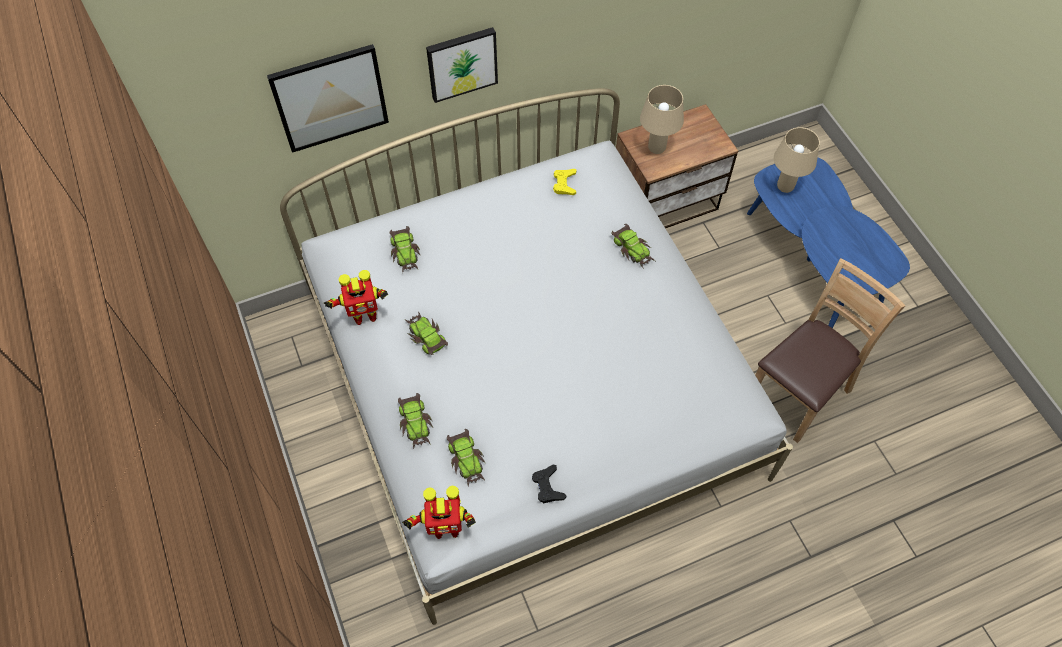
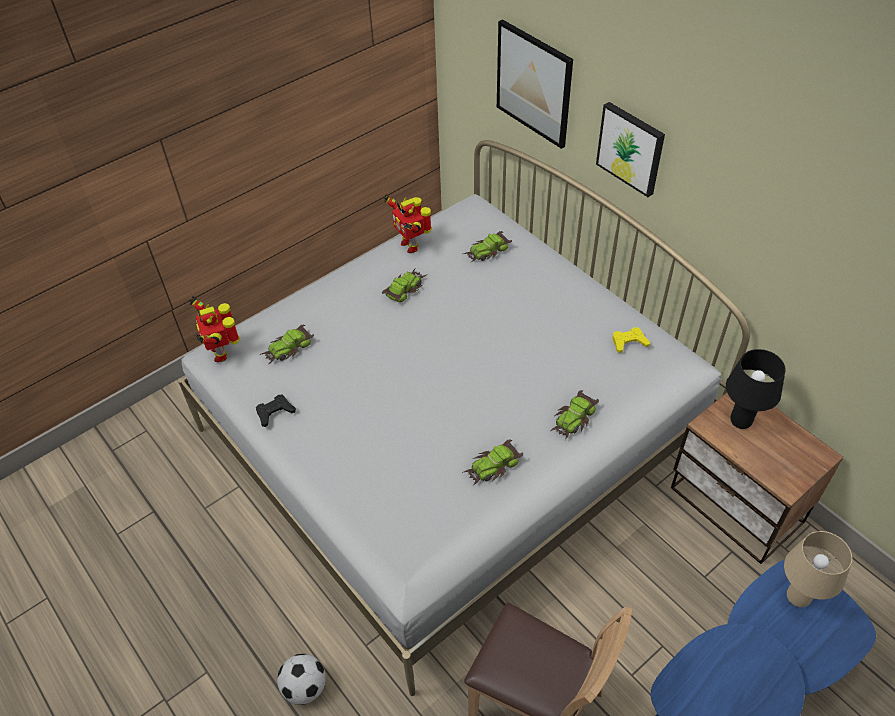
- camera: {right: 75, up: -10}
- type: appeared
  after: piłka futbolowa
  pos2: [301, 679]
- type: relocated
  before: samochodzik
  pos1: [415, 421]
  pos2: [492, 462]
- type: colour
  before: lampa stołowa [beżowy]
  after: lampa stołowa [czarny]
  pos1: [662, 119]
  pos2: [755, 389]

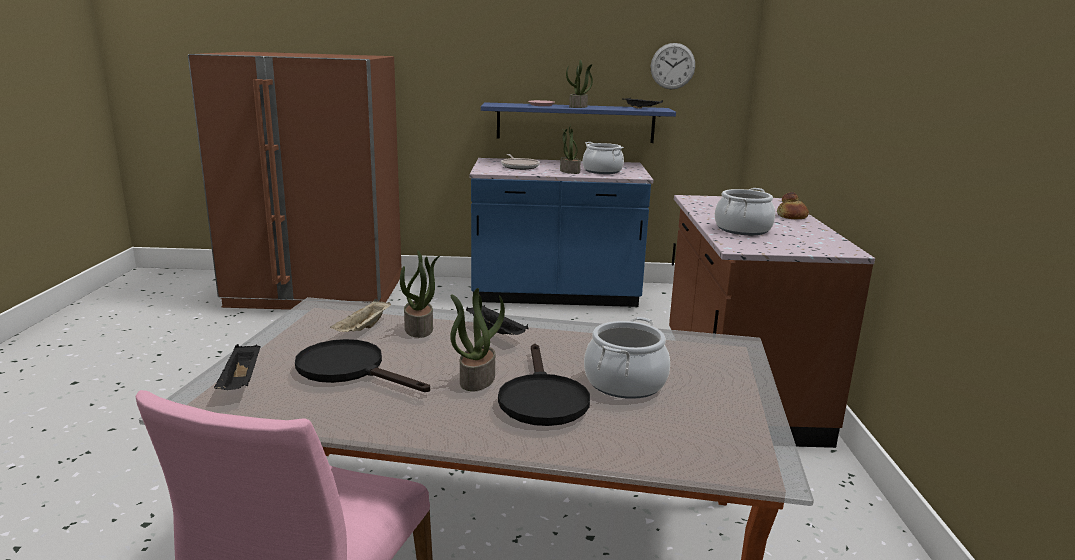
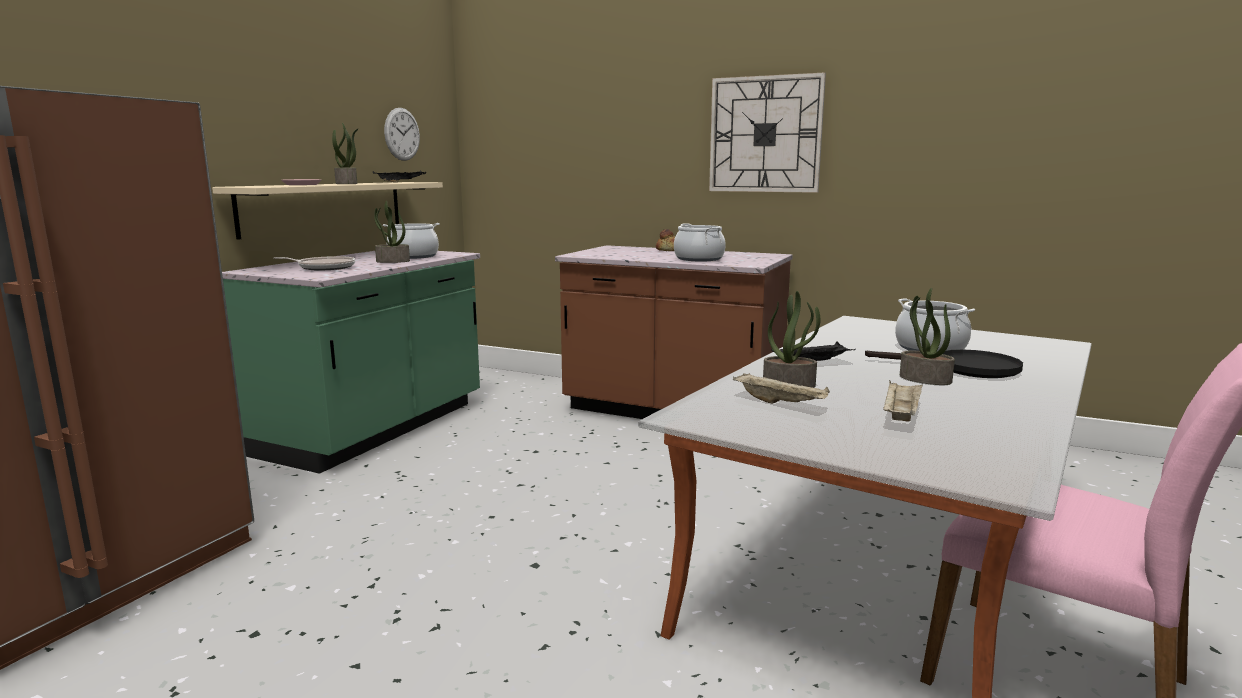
- camera: {right: -65, up: -5}
- type: missing
  before: taca [czarny]
  pos1: [237, 367]
- type: appeared
  after: zegar ścienny
  pos2: [767, 132]
- type: exchanged
  before: patelnia [czarny]
  after: taca [beżowy]
  pos1: [362, 365]
  pos2: [903, 400]
- type: colour
  before: zabudowa kuchenna [niebieski]
  after: zabudowa kuchenna [zielony]
  pos1: [561, 232]
  pos2: [351, 362]
- type: colour
  before: półka [niebieski]
  after: półka [beżowy]
  pos1: [578, 122]
  pos2: [327, 211]

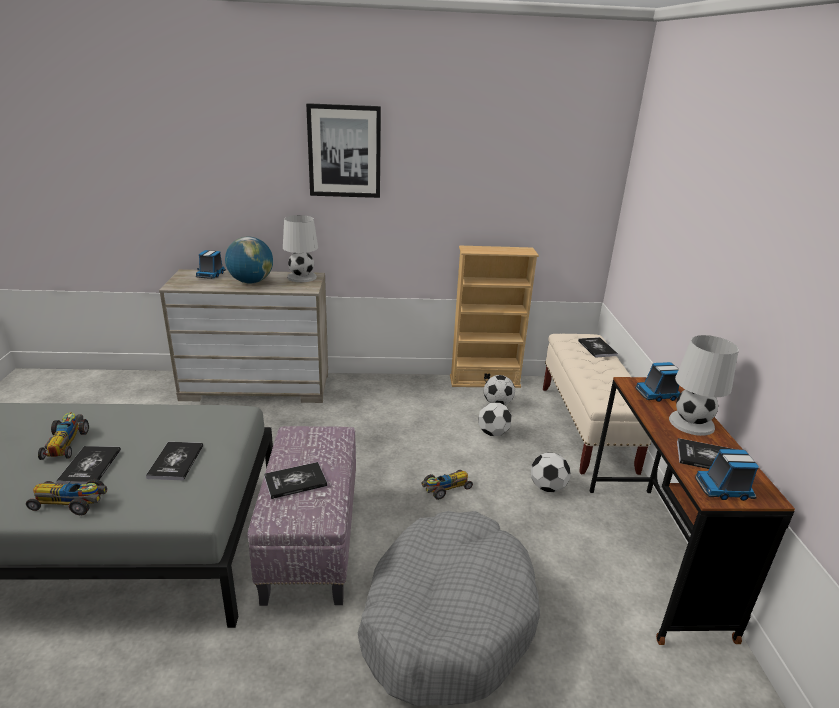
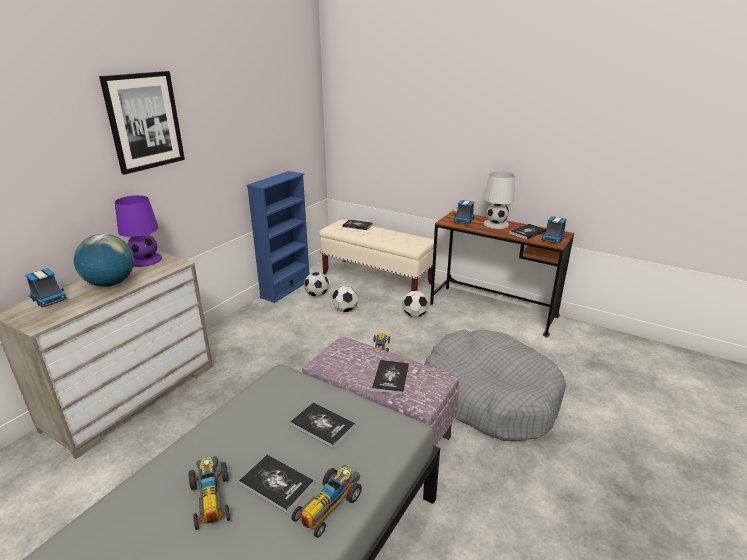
- camera: {right: -55, up: 0}
- type: colour
  before: lampa stołowa [biały]
  after: lampa stołowa [fioletowy]
  pos1: [300, 248]
  pos2: [138, 231]
- type: colour
  before: regał [beżowy]
  after: regał [niebieski]
  pos1: [494, 317]
  pos2: [277, 237]
- type: spun
  before: samochodzik
  pos1: [63, 436]
  pos2: [209, 493]
  turn: 45

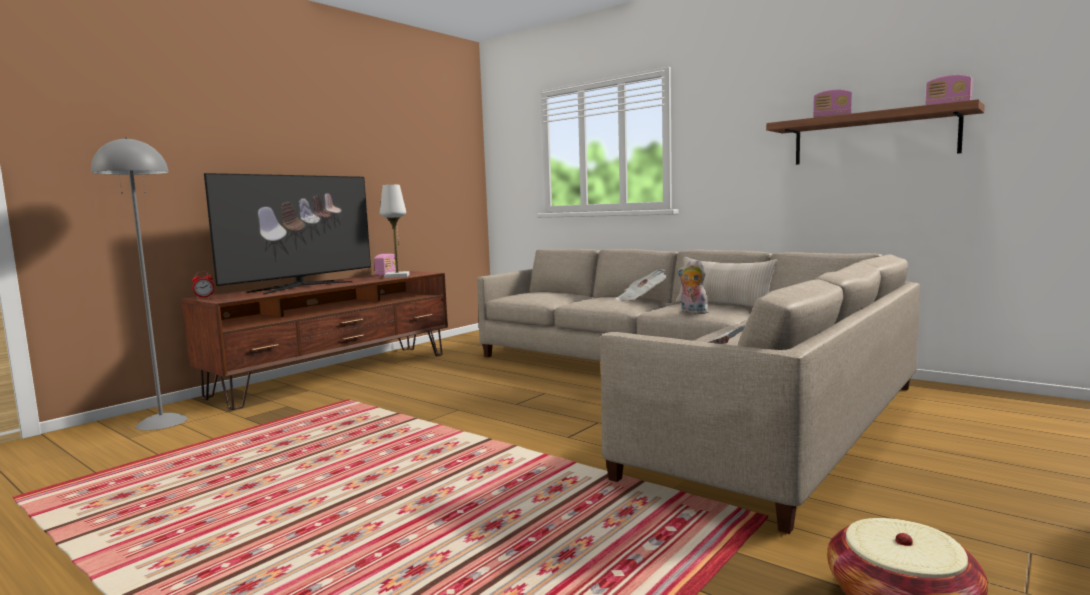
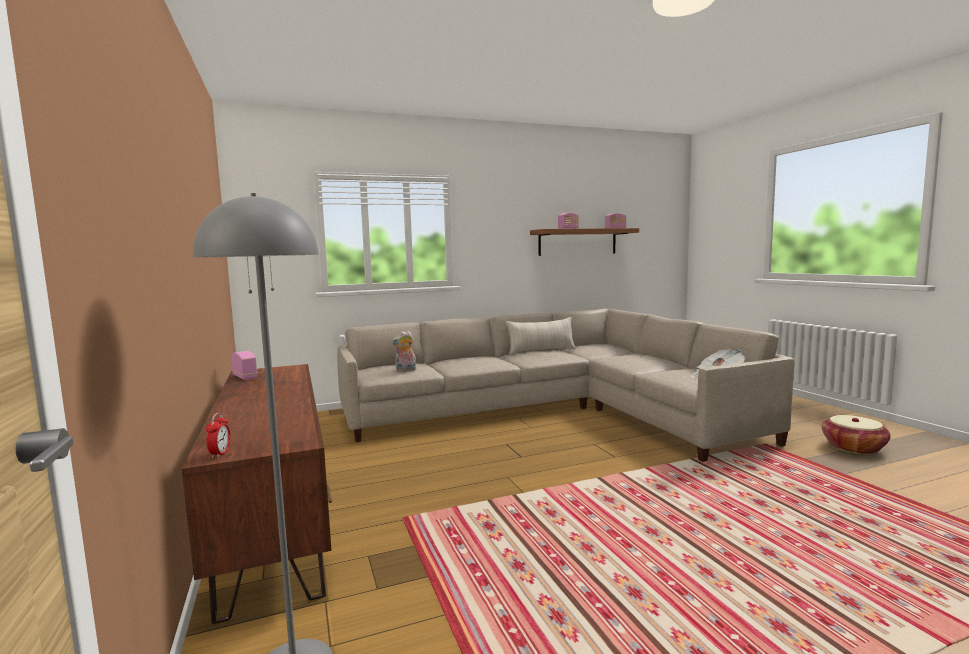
- camera: {right: -60, up: 0}
- type: missing
  before: telewizor
  pos1: [287, 233]
- type: missing
  before: lampa stołowa [biały]
  pos1: [395, 231]
- type: missing
  before: gazeta
  pos1: [641, 285]
- type: relocated
  before: pluszak
  pos1: [693, 287]
  pos2: [403, 351]

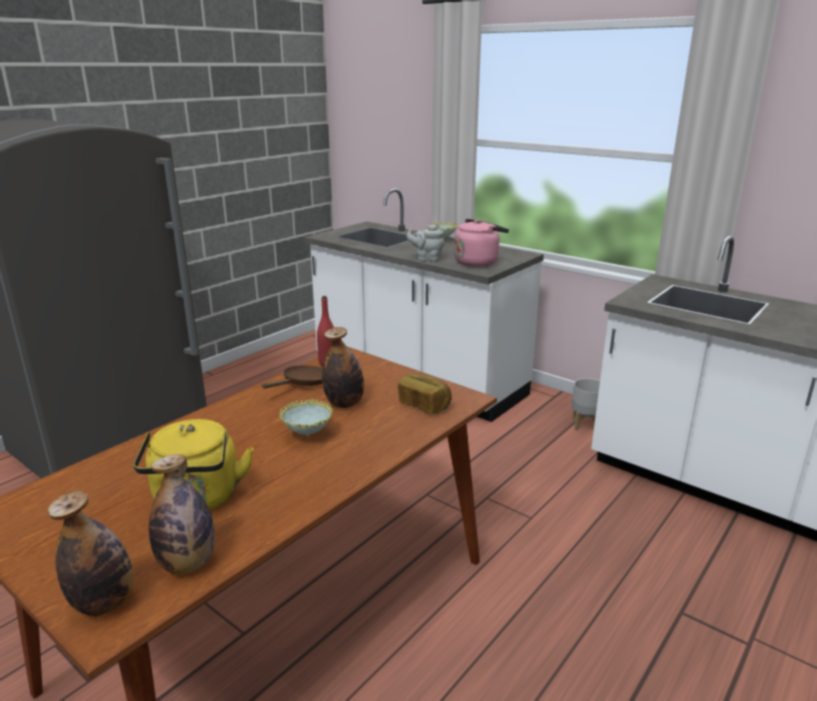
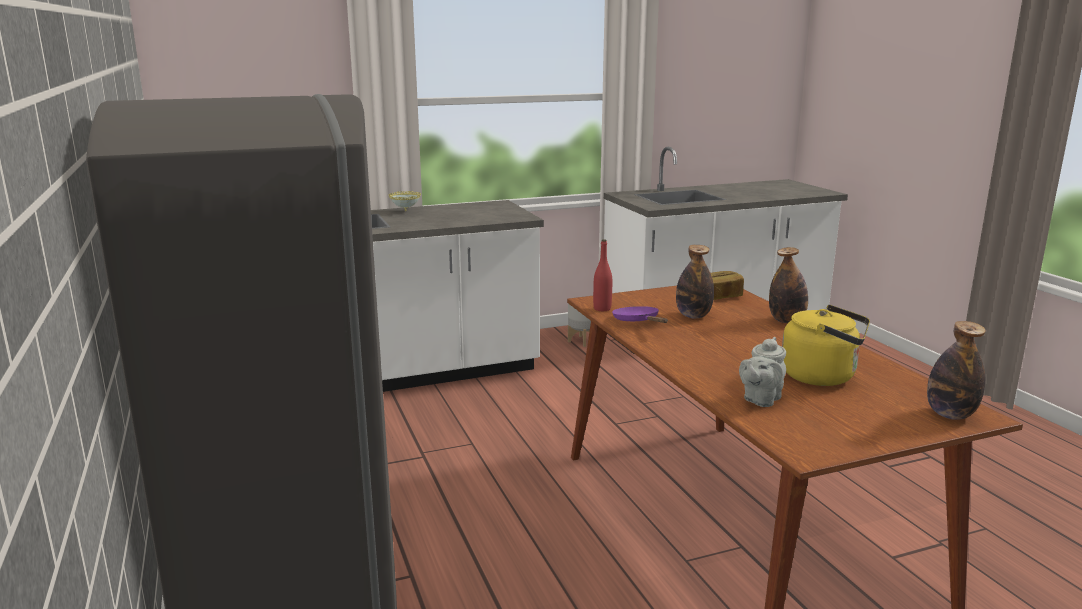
- camera: {right: -60, up: -5}
- type: missing
  before: miska
  pos1: [306, 418]
- type: missing
  before: czajnik [różowy]
  pos1: [481, 243]
- type: relocated
  before: butelka
  pos1: [182, 514]
  pos2: [788, 285]
- type: relocated
  before: imbryk [szary]
  pos1: [425, 242]
  pos2: [762, 372]
- type: colour
  before: patelnia [brązowy]
  after: patelnia [fioletowy]
  pos1: [292, 376]
  pos2: [640, 314]

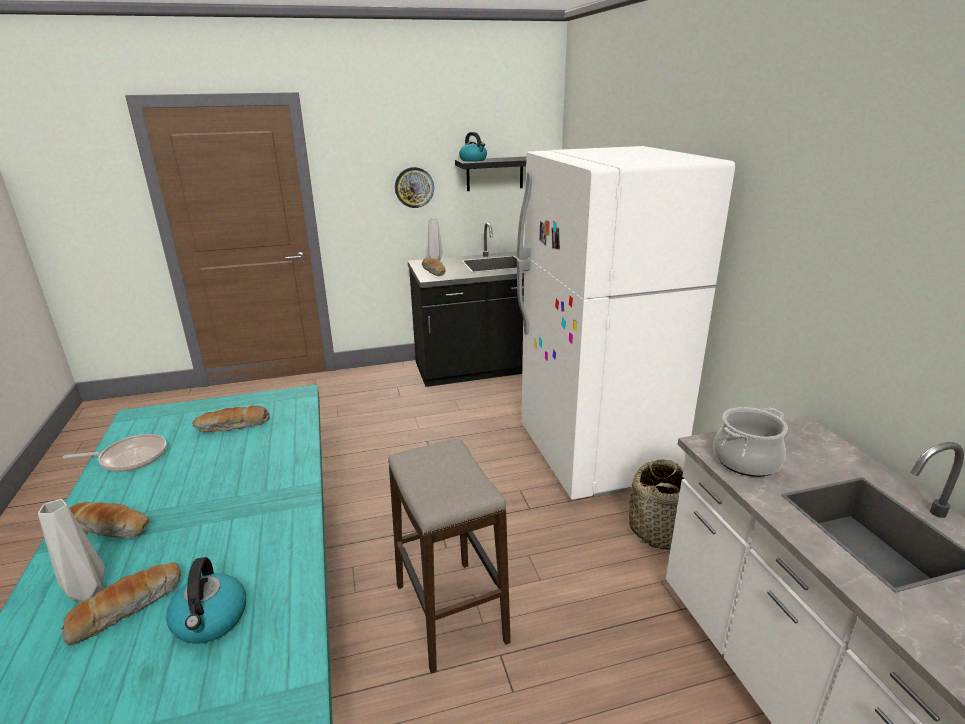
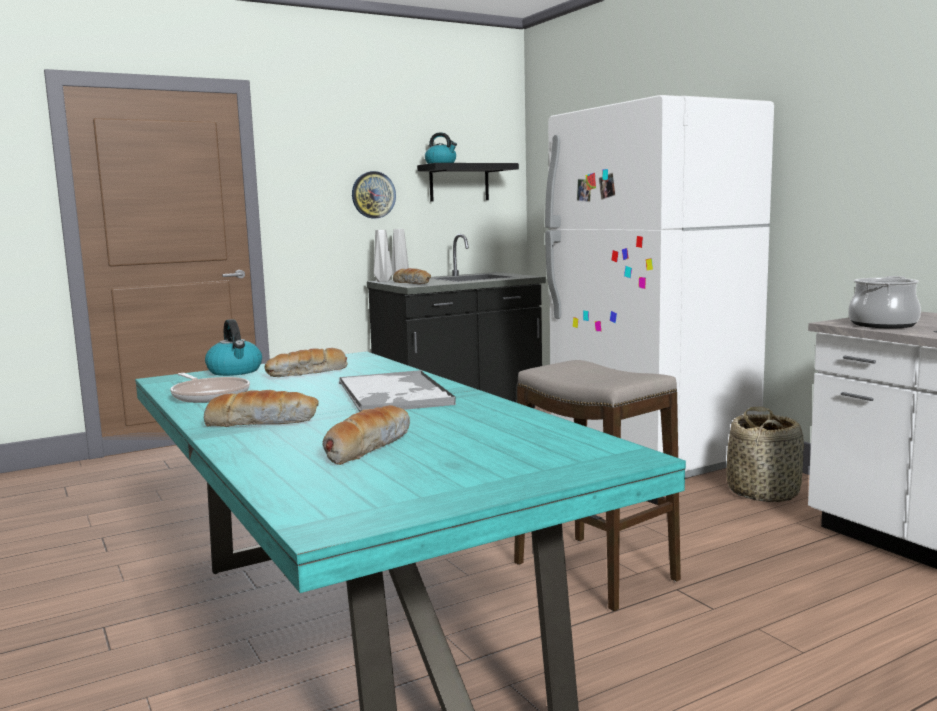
- camera: {right: -15, up: -15}
- type: appeared
  after: taca
  pos2: [397, 391]
- type: relocated
  before: wazon [szary]
  pos1: [71, 550]
  pos2: [383, 256]
- type: relocated
  before: czajnik
  pos1: [206, 600]
  pos2: [233, 347]
- type: spun
  before: patelnia
  pos1: [115, 453]
  pos2: [210, 388]
  turn: 75

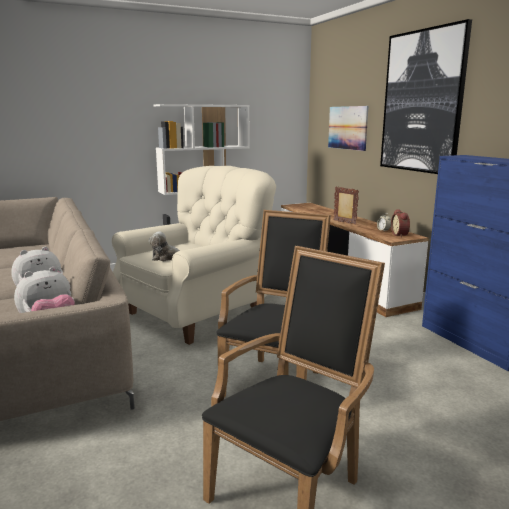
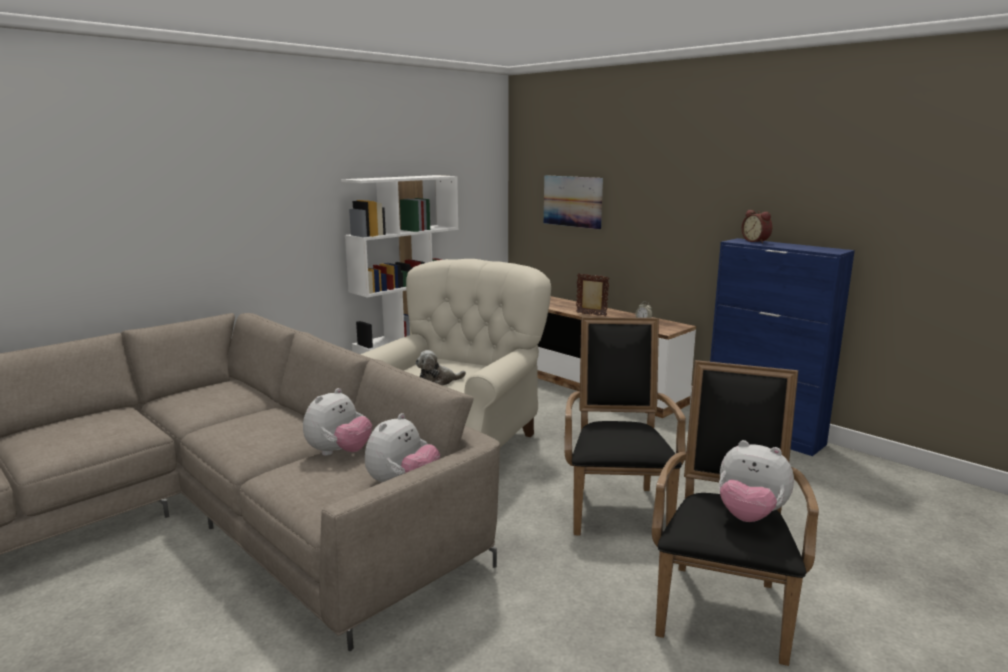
- camera: {right: -20, up: 0}
- type: missing
  before: obraz
  pos1: [426, 96]
- type: appeared
  after: pluszak
  pos2: [756, 481]
- type: relocated
  before: budzik
  pos1: [400, 223]
  pos2: [757, 226]

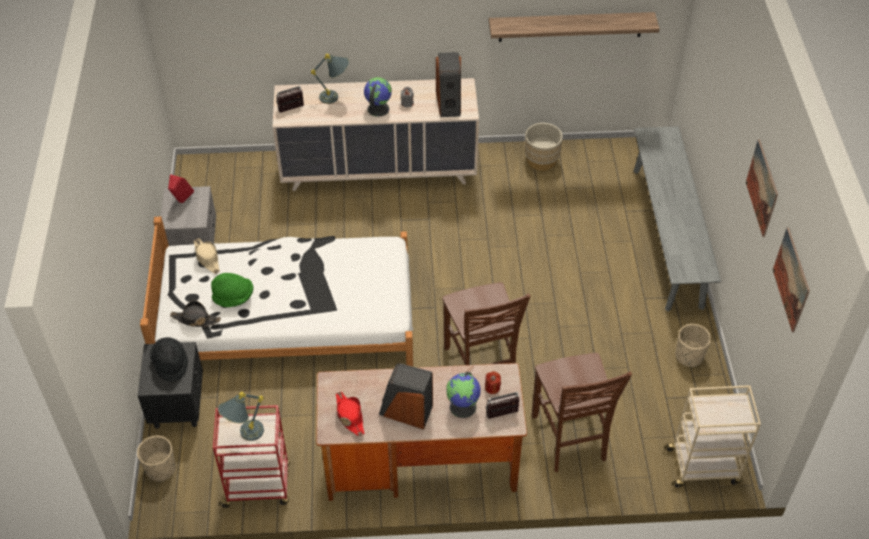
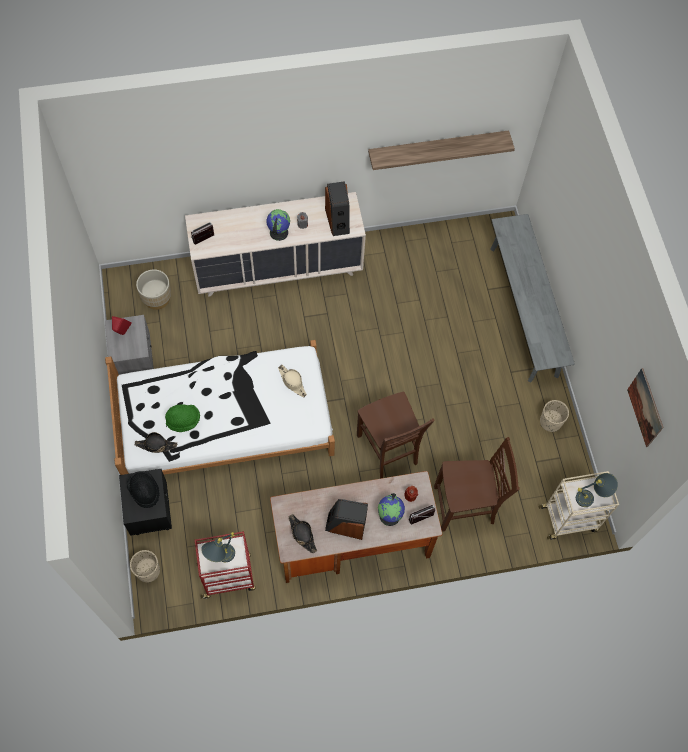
- camera: {right: -10, up: 15}
- type: missing
  before: obraz
  pos1: [762, 188]
- type: relocated
  before: kapelusz [beżowy]
  pos1: [207, 256]
  pos2: [292, 381]
- type: relocated
  before: lampa stołowa [szary]
  pos1: [330, 79]
  pos2: [597, 490]
- type: relocated
  before: donica [beżowy]
  pos1: [544, 147]
  pos2: [153, 289]
- type: colour
  before: kapelusz [czerwony]
  after: kapelusz [czarny]
  pos1: [350, 414]
  pos2: [302, 533]
- type: spun
  before: krzesło [brązowy]
  pos1: [582, 412]
  pos2: [476, 484]
  turn: -75

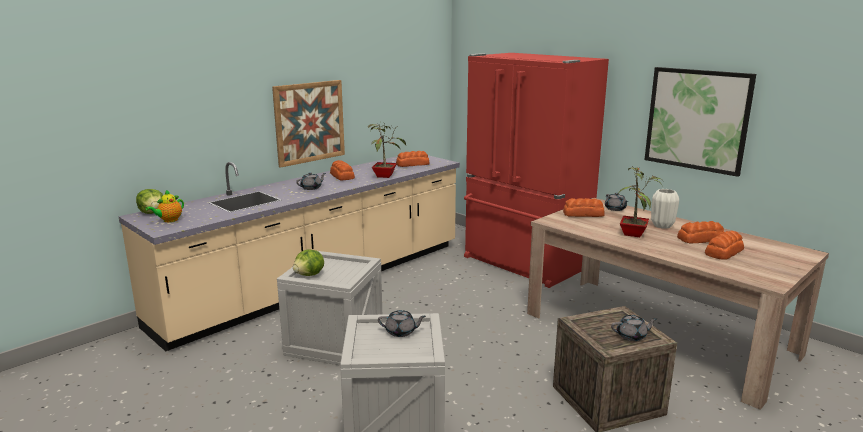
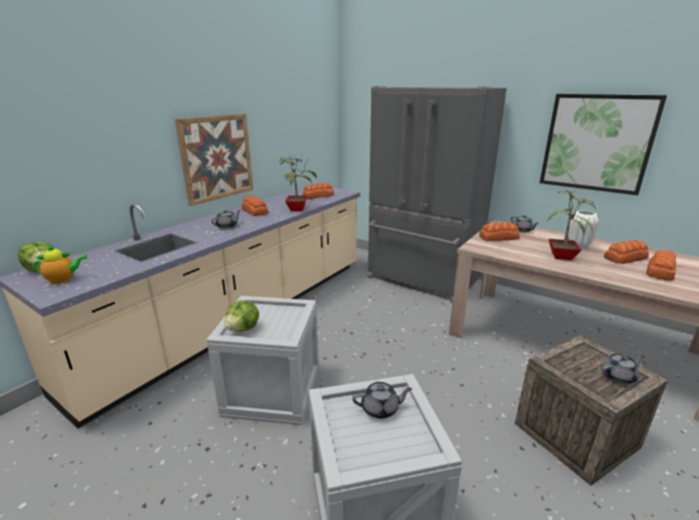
- camera: {right: -10, up: 5}
- type: colour
  before: lodówka [czerwony]
  after: lodówka [szary]
  pos1: [536, 170]
  pos2: [437, 194]
- type: spun
  before: imbryk
  pos1: [165, 206]
  pos2: [60, 264]
  turn: -135

